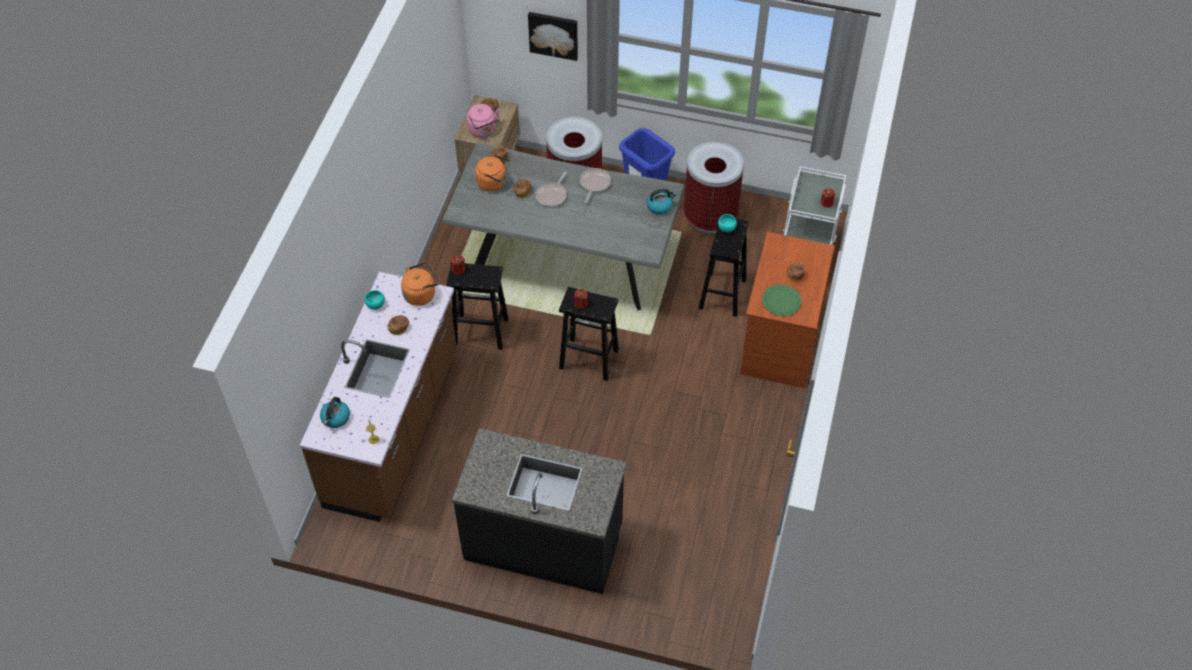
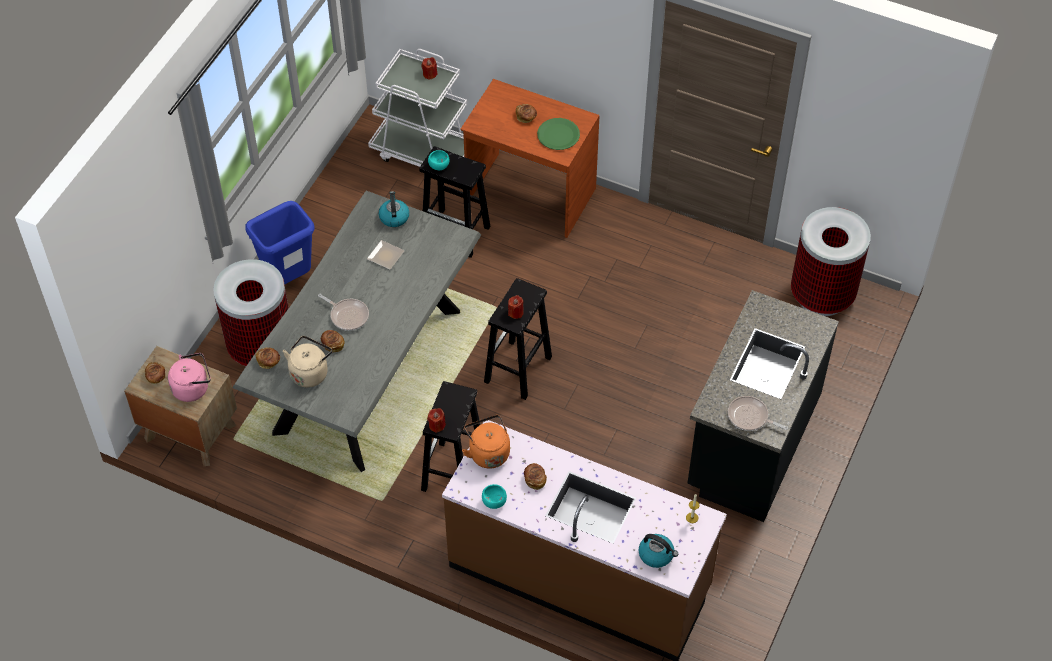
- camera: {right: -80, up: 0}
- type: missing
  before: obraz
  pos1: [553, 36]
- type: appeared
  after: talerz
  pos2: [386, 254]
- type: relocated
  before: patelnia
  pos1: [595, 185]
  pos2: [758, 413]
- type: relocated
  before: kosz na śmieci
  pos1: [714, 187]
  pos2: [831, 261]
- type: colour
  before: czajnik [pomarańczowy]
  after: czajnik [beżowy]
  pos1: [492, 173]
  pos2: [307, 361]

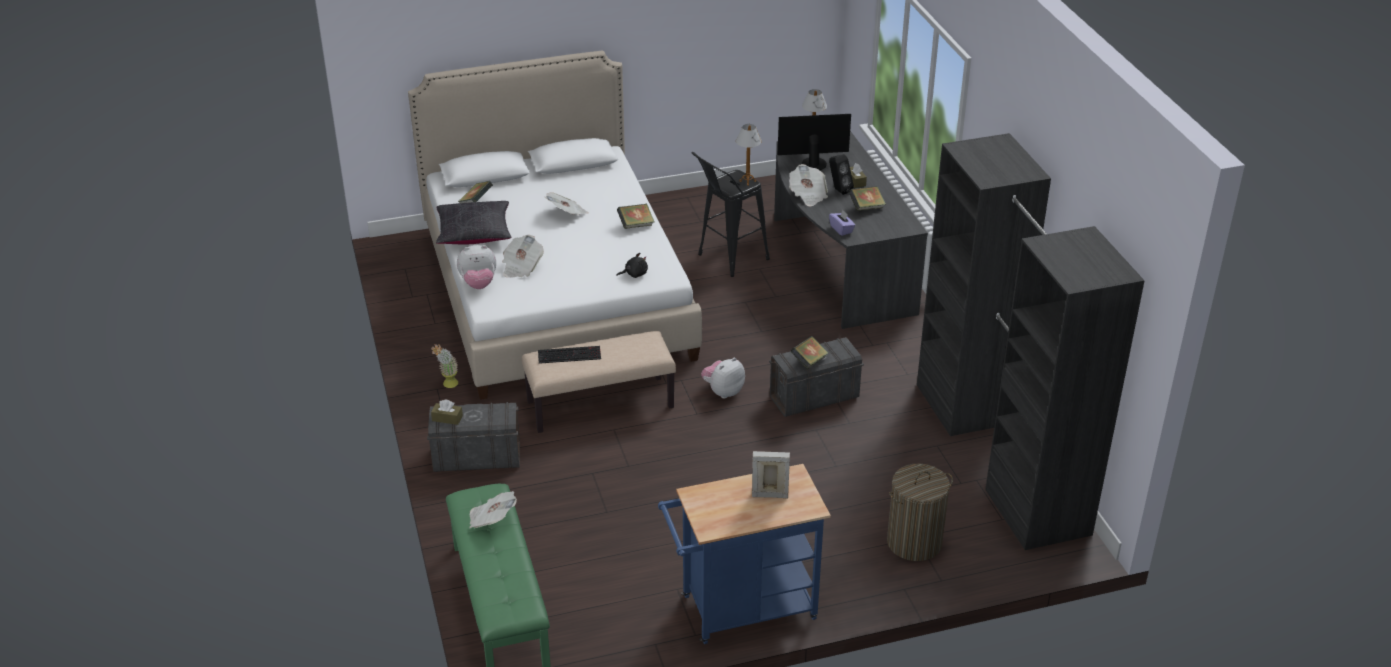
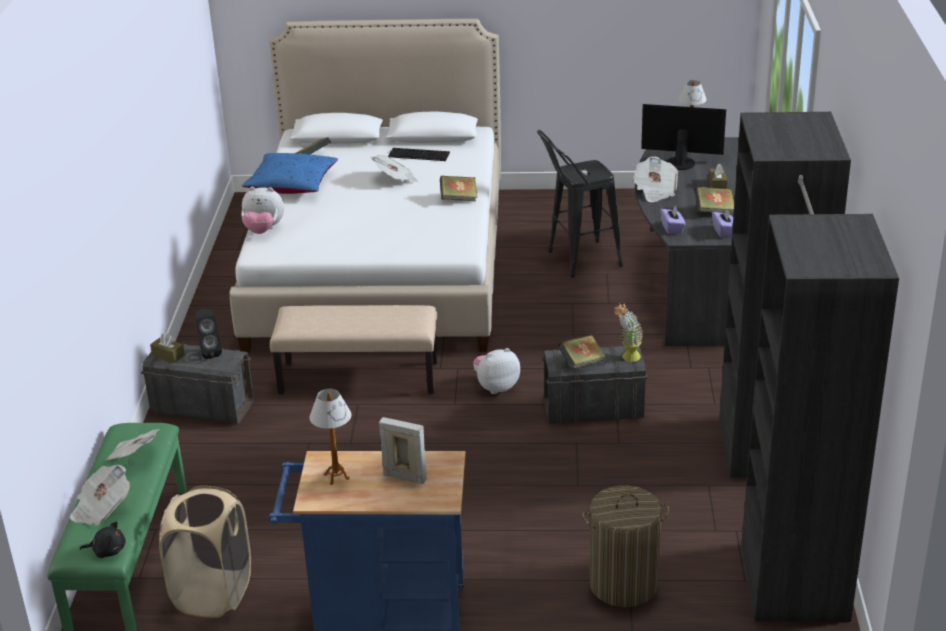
- camera: {right: 20, up: -5}
- type: appeared
  after: kosz na pranie [beżowy]
  pos2: [205, 552]
- type: appeared
  after: pudełko chusteczek [fioletowy]
  pos2: [722, 223]
- type: relocated
  before: roślina doniczkowa
  pos1: [445, 366]
  pos2: [628, 332]
- type: relocated
  before: gazeta
  pos1: [523, 256]
  pos2: [100, 495]
- type: relocated
  before: klawiatura
  pos1: [569, 355]
  pos2: [419, 154]
- type: relocated
  before: pluszak [czarny]
  pos1: [632, 265]
  pos2: [103, 540]
- type: relocated
  before: lampa stołowa
  pos1: [749, 155]
  pos2: [330, 437]
- type: relocated
  before: głośnik [czarny]
  pos1: [841, 174]
  pos2: [208, 334]
- type: colour
  before: poduszka [czarny]
  after: poduszka [niebieski]
  pos1: [473, 222]
  pos2: [290, 173]

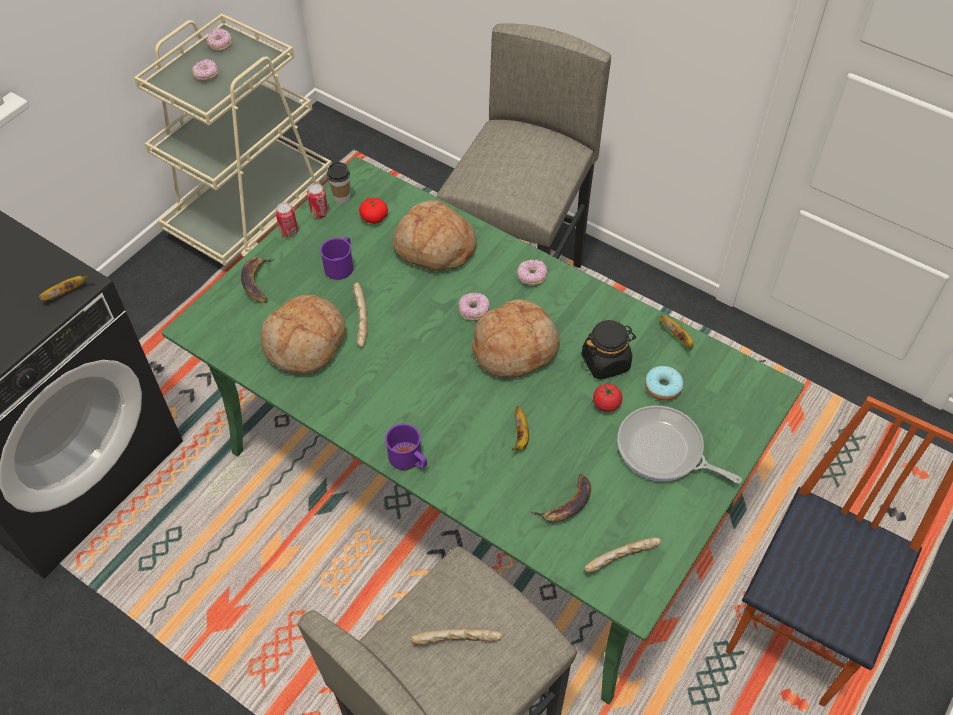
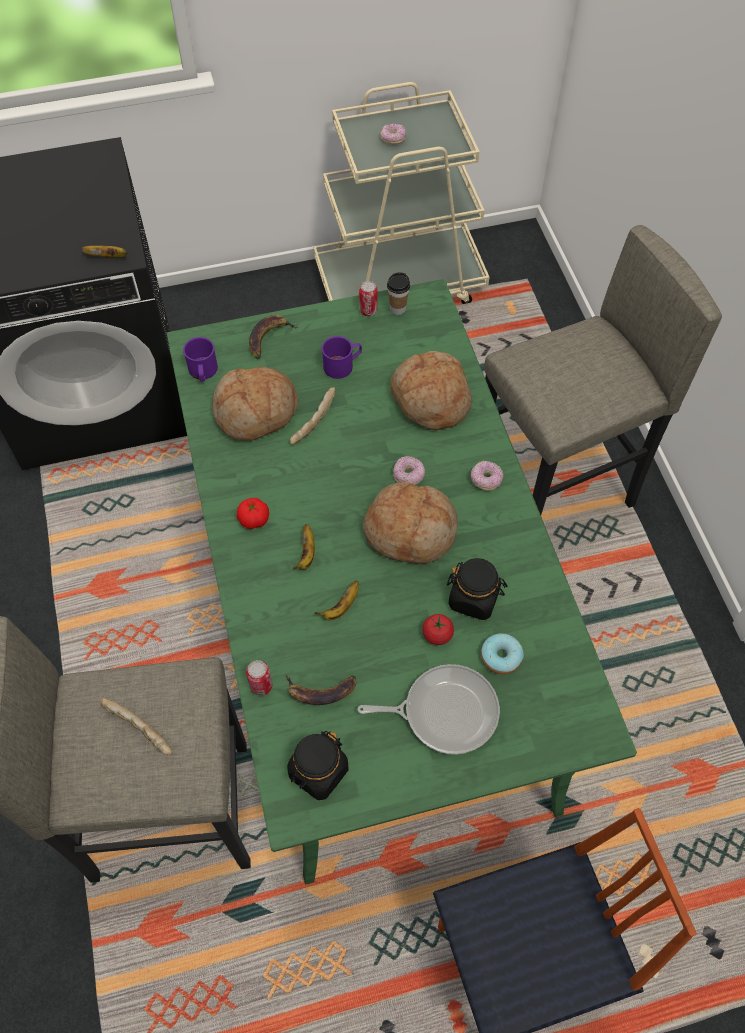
- camera: {right: 40, up: 5}
- type: missing
  before: donut
  pos1: [219, 39]
- type: relocated
  before: puszka
  pos1: [286, 220]
  pos2: [259, 678]
- type: relocated
  before: pomidor
  pos1: [373, 211]
  pos2: [253, 513]
- type: relocated
  before: kubek [fioletowy]
  pos1: [406, 446]
  pos2: [200, 359]
- type: relocated
  before: banan
  pos1: [677, 332]
  pos2: [304, 547]
- type: exchanged
  before: chleb
  after: słoik [czarny]
  pos1: [623, 555]
  pos2: [317, 765]
- type: spun
  before: patelnia
  pos1: [679, 444]
  pos2: [429, 709]
  turn: 105

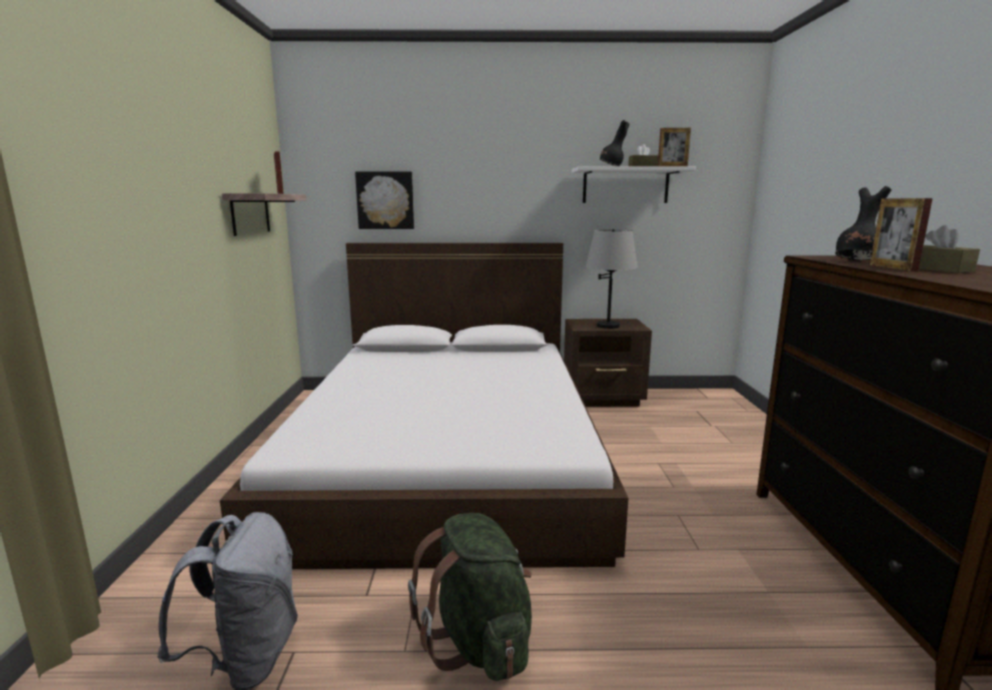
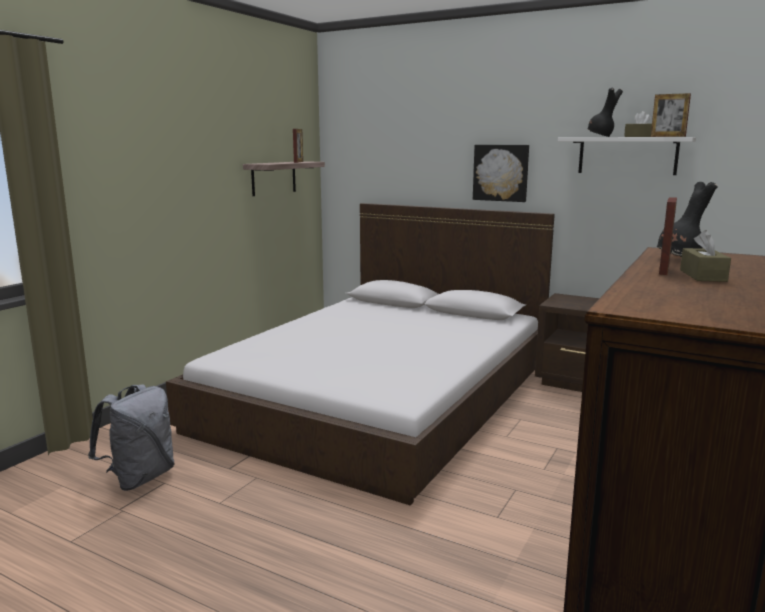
- camera: {right: 30, up: 0}
- type: missing
  before: plecak [zielony]
  pos1: [470, 597]
- type: missing
  before: lampa stołowa [szary]
  pos1: [612, 279]
- type: relocated
  before: obraz
  pos1: [384, 200]
  pos2: [501, 173]

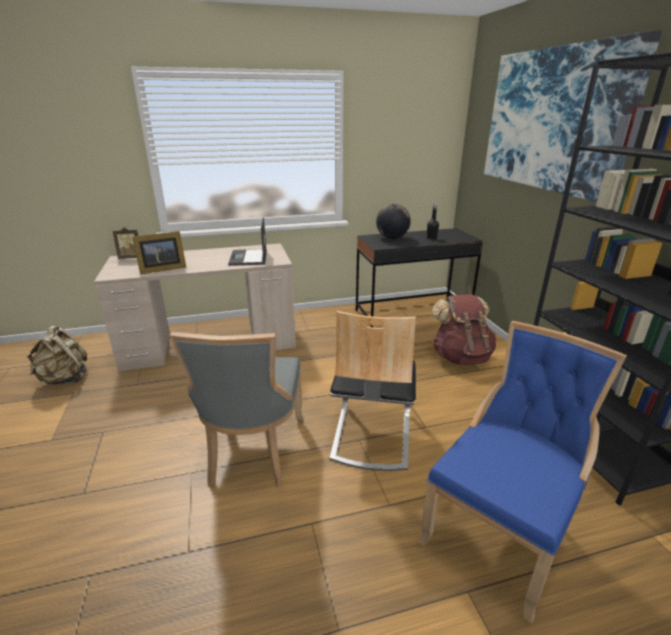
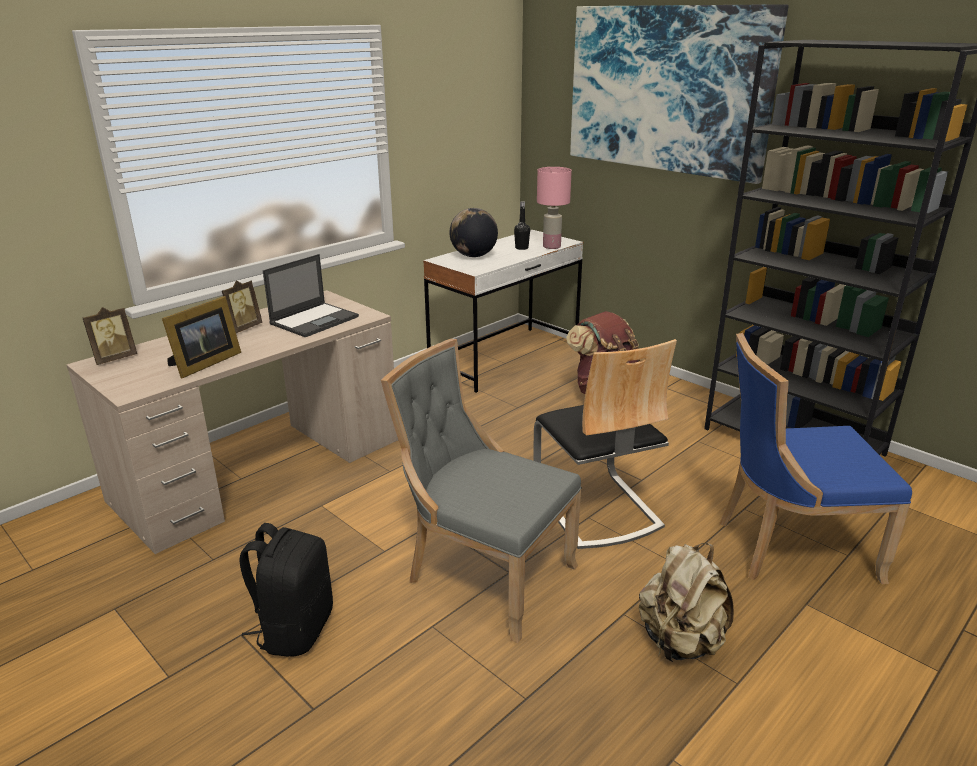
- camera: {right: -30, up: 0}
- type: appeared
  after: ramka na zdjęcie
  pos2: [242, 306]
- type: appeared
  after: plecak [czarny]
  pos2: [286, 590]
- type: appeared
  after: lampa stołowa [różowy]
  pos2: [554, 208]
- type: relocated
  before: plecak [beżowy]
  pos1: [57, 355]
  pos2: [686, 602]
- type: colour
  before: biurko [czarny]
  after: biurko [biały]
  pos1: [419, 277]
  pos2: [503, 311]
- type: spun
  before: krzesło [szary]
  pos1: [236, 410]
  pos2: [481, 491]
  turn: 150
- type: spun
  before: laptop
  pos1: [247, 241]
  pos2: [311, 295]
  turn: -105
- type: spun
  before: krzesło [niebieski]
  pos1: [522, 472]
  pos2: [815, 458]
  turn: -105

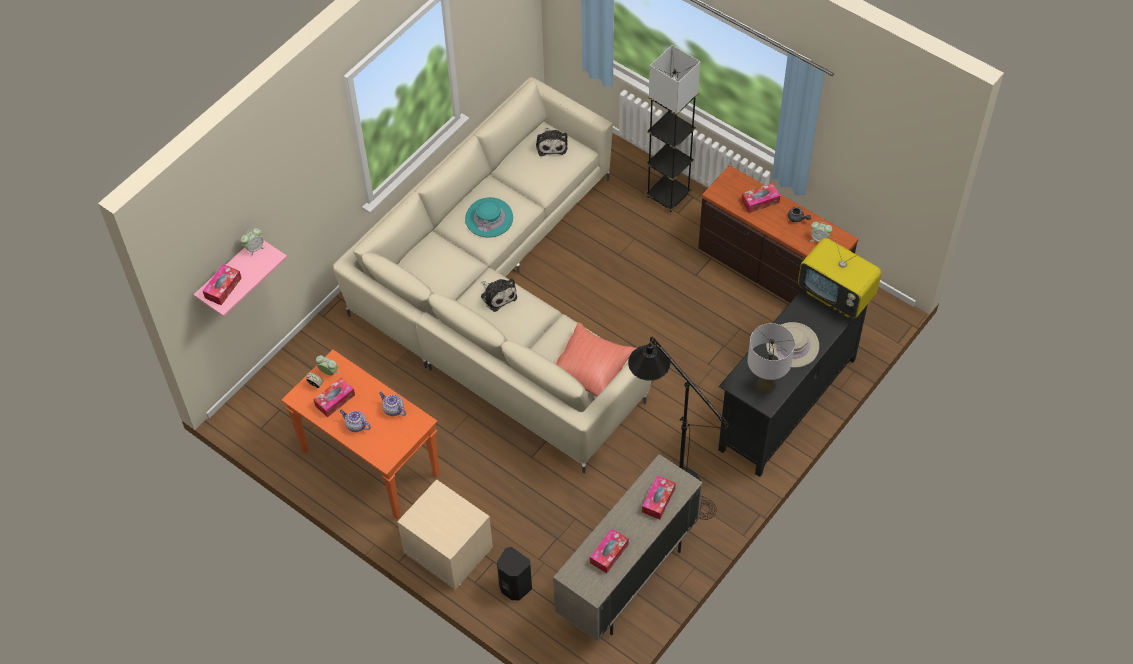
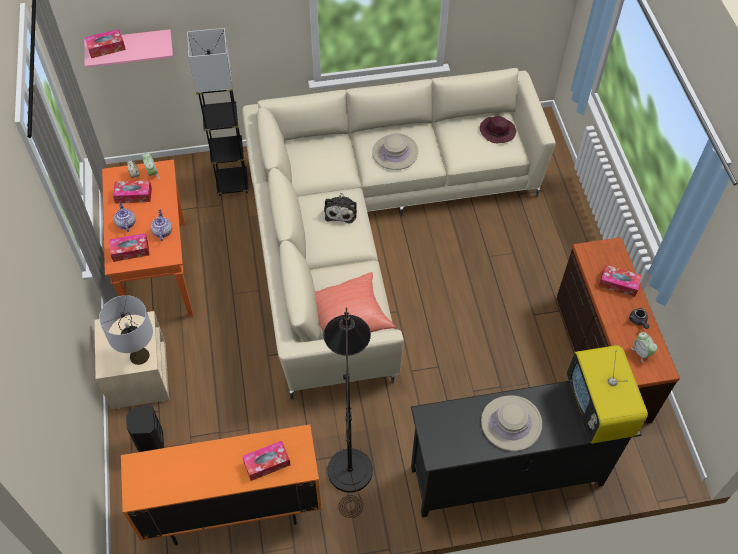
- camera: {right: 40, up: 0}
- type: missing
  before: budzik
  pos1: [253, 242]
- type: relocated
  before: pudełko chusteczek
  pos1: [609, 551]
  pos2: [129, 247]
- type: relocated
  before: lampa stojąca [szary]
  pos1: [672, 128]
  pos2: [218, 112]
- type: relocated
  before: lampa stołowa [szary]
  pos1: [771, 358]
  pos2: [126, 330]
- type: exchanged
  before: pluszak
  after: kapelusz [fioletowy]
  pos1: [552, 142]
  pos2: [498, 129]
- type: colour
  before: kapelusz [turkusowy]
  after: kapelusz [beżowy]
  pos1: [489, 217]
  pos2: [395, 151]
- type: colour
  before: szafka [beżowy]
  after: szafka [pomarańczowy]
  pos1: [628, 548]
  pos2: [221, 484]

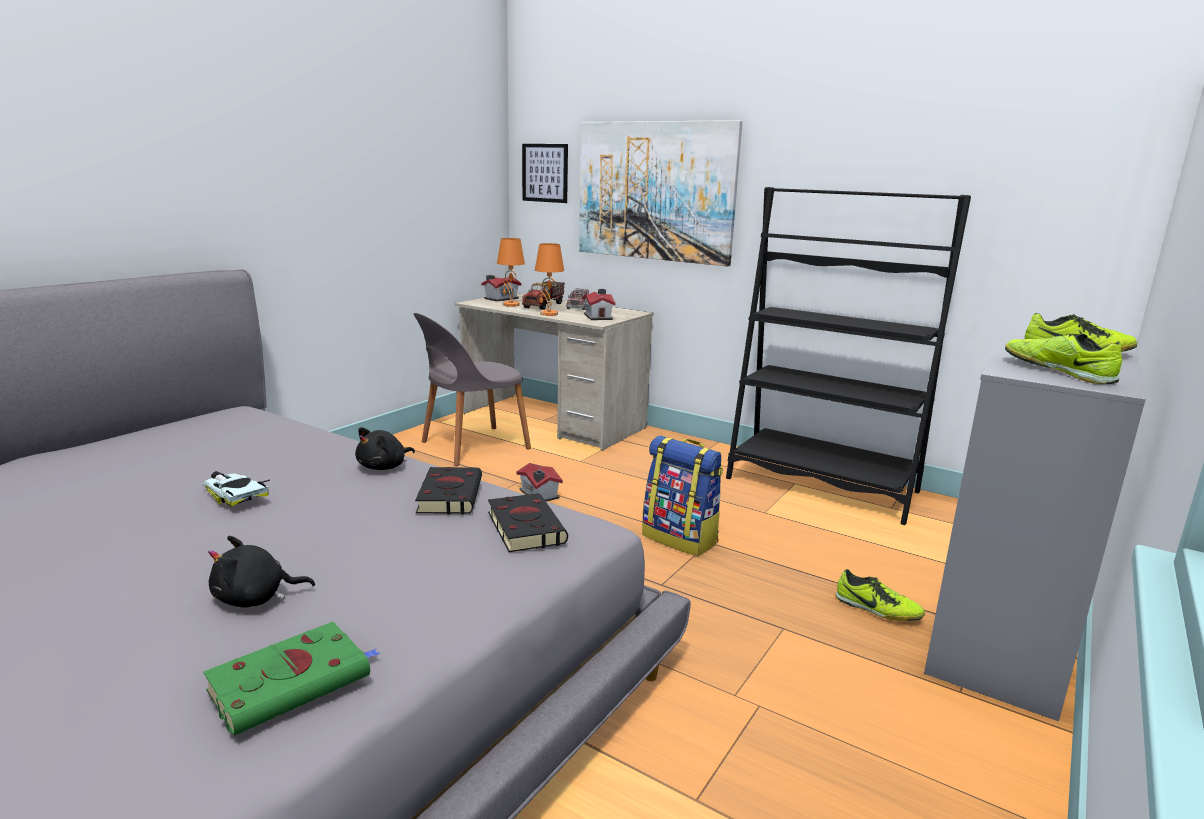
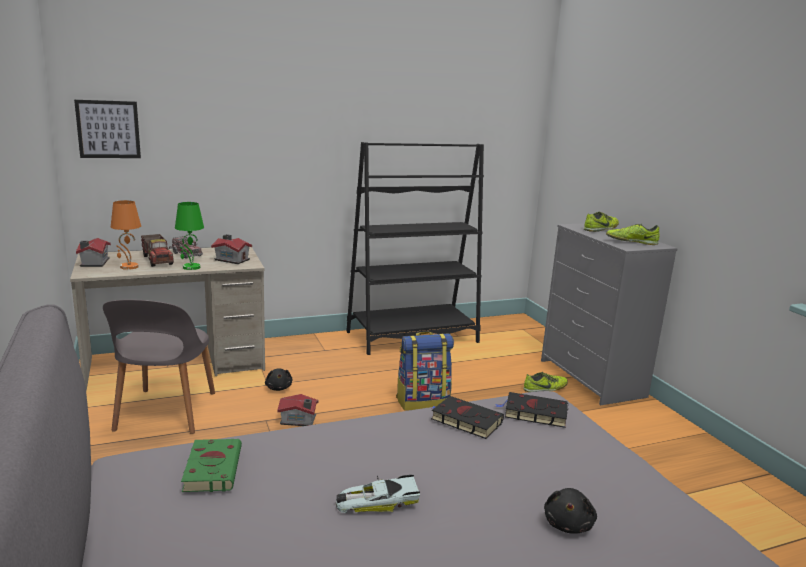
- camera: {right: -55, up: 0}
- type: missing
  before: obraz
  pos1: [660, 193]
- type: relocated
  before: książka [zielony]
  pos1: [291, 679]
  pos2: [211, 465]
- type: relocated
  before: pluszak [czarny]
  pos1: [385, 448]
  pos2: [278, 379]
- type: colour
  before: lampa stołowa [pomarańczowy]
  after: lampa stołowa [zielony]
  pos1: [549, 279]
  pos2: [189, 236]

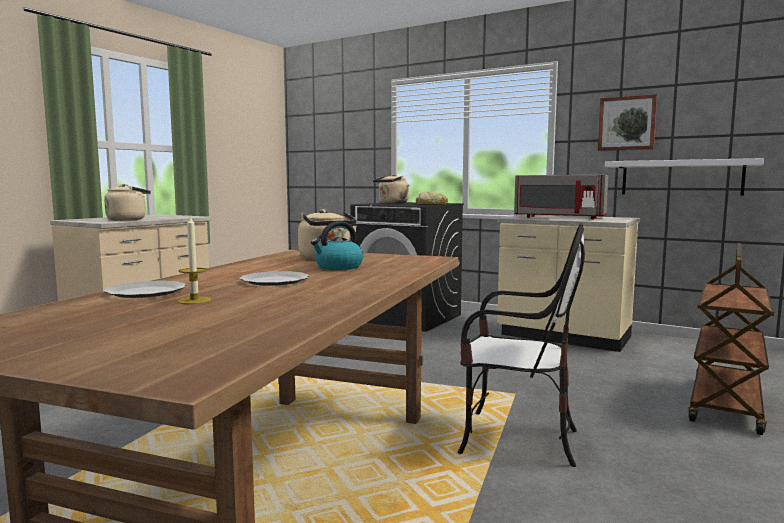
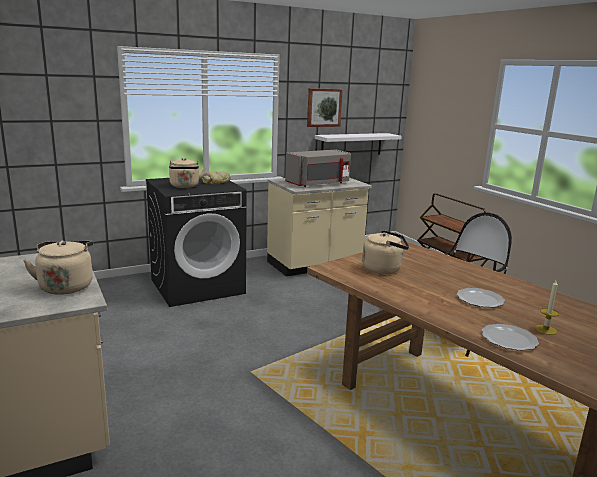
- camera: {right: -60, up: 10}
- type: missing
  before: czajnik
  pos1: [337, 245]

